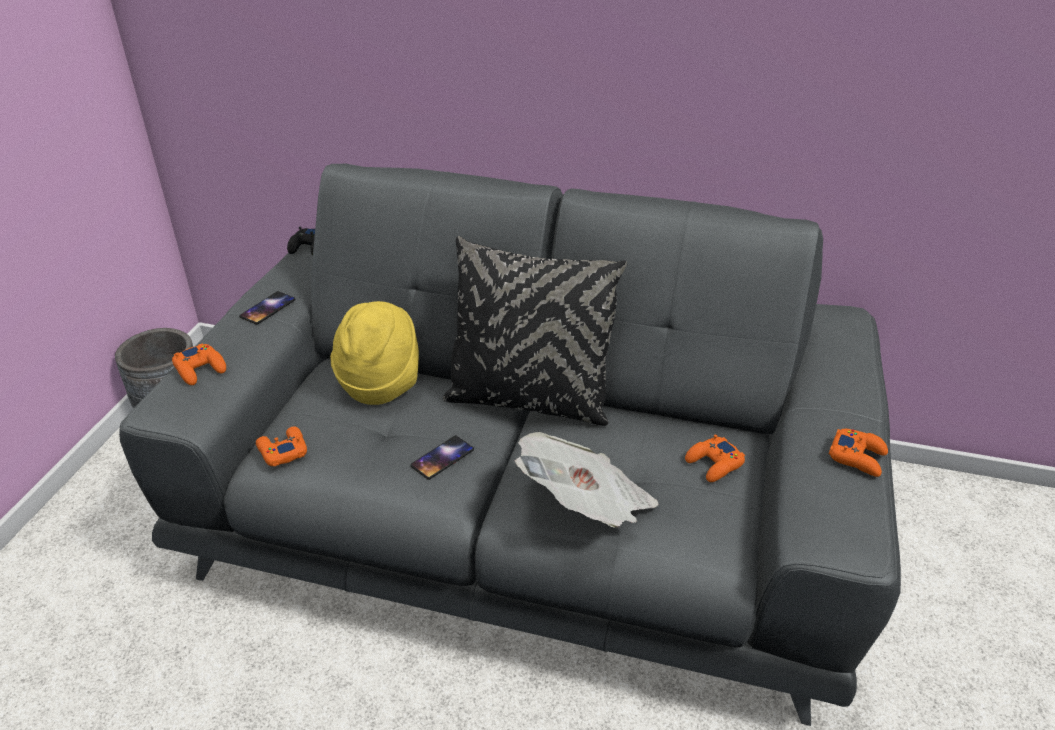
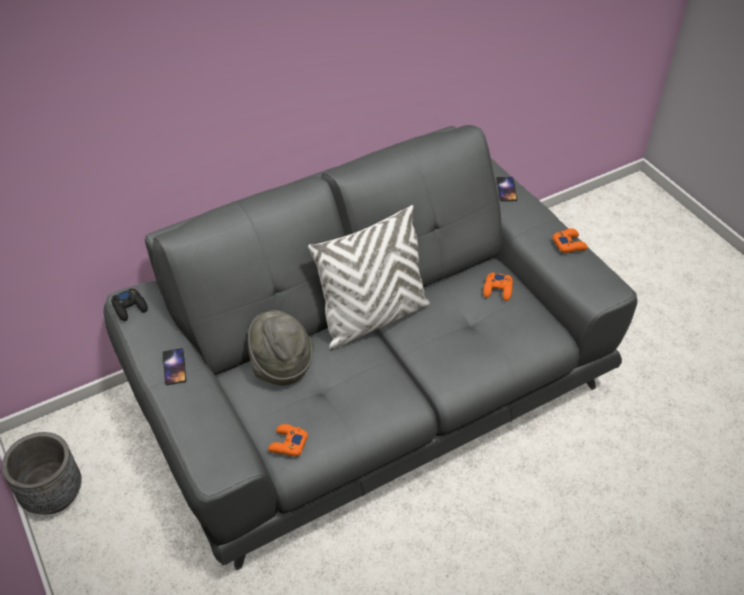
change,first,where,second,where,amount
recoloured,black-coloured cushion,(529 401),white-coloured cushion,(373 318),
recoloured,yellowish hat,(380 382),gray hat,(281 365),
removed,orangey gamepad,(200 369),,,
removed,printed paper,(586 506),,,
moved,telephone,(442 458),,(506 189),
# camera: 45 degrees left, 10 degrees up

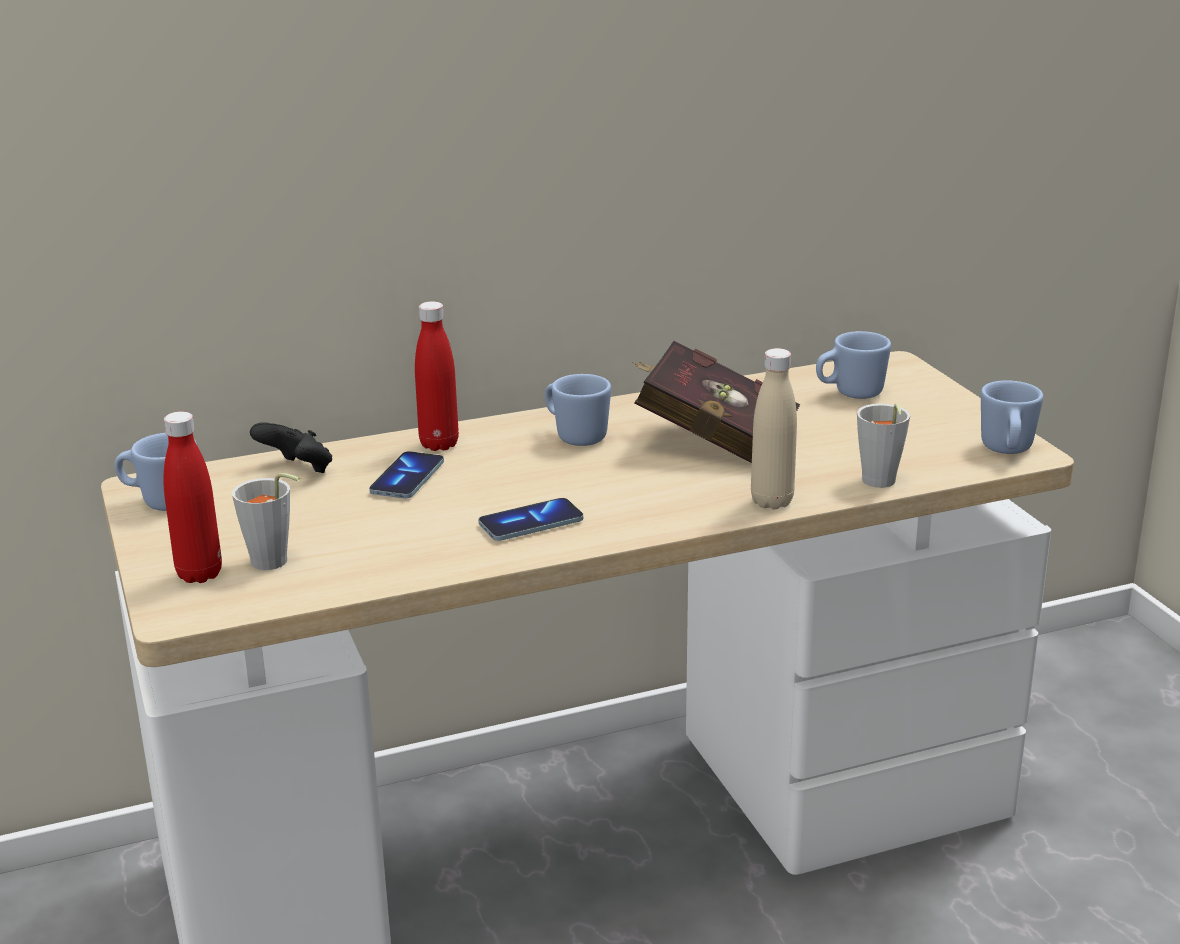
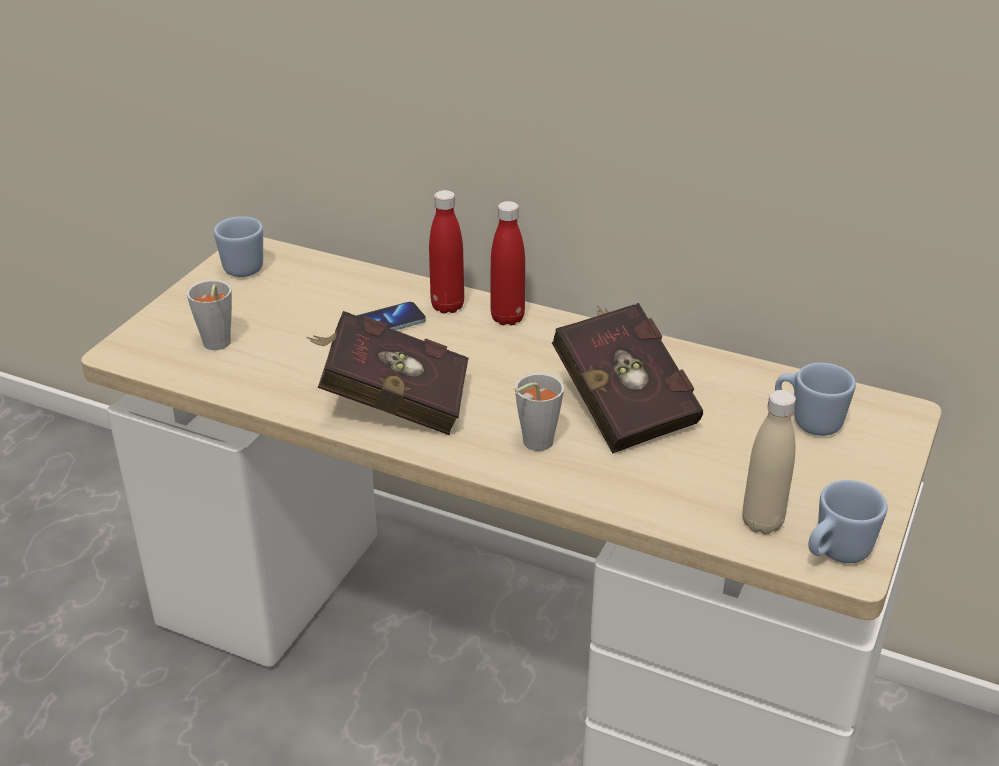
change,first,where,second,where,amount
moved,beige drink bottle,(772 501),,(762 523),
removed,bluish coffee mug,(575 436),,,
moved,gray drinking cup,(879 484),,(532 444),
moved,red drink bottle,(199 574),,(507 318),
removed,black-coloured gamepad,(297 470),,,
replaced,telephone,(531 523),red volume,(390 402),
# camera: 45 degrees right, 10 degrees up

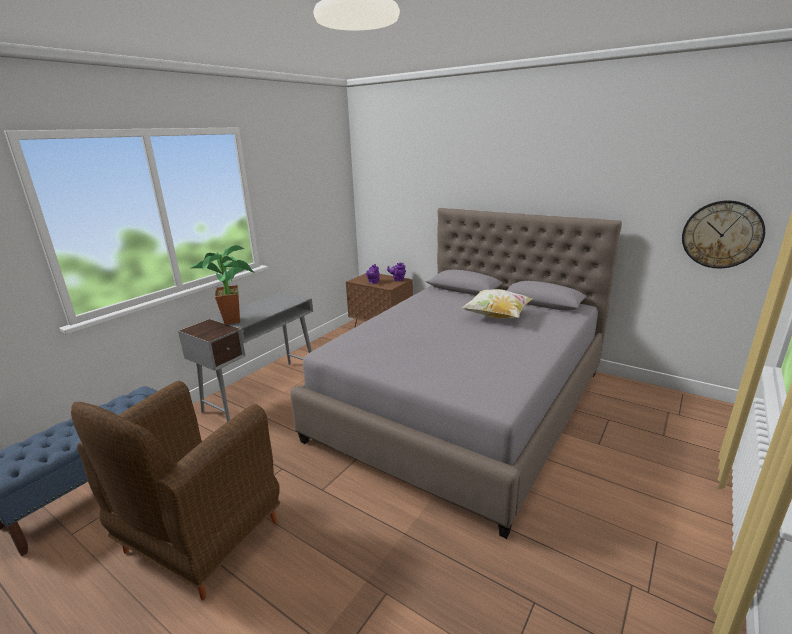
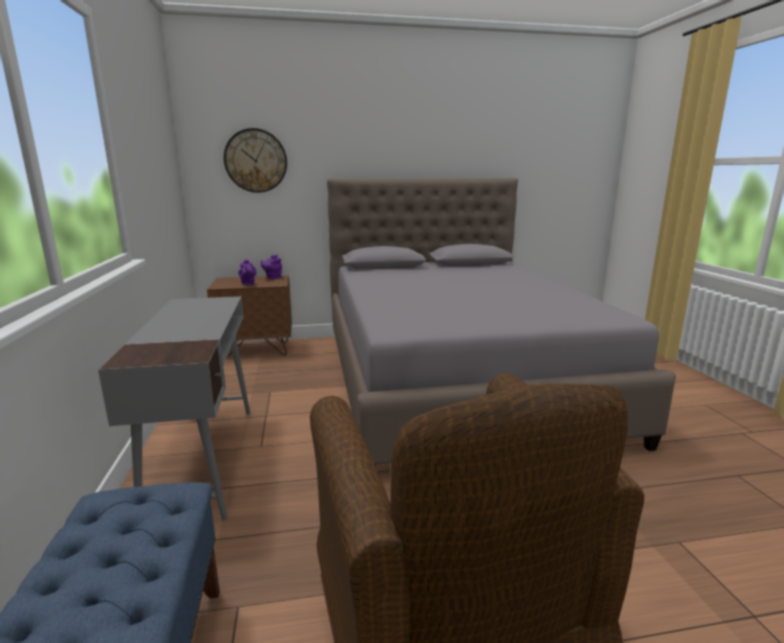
change,first,where,second,where,amount
moved,clock on the wall,(721 234),,(256 161),
removed,houseplant,(234 319),,,
removed,cushion,(497 316),,,
# camera: 45 degrees left, 5 degrees down

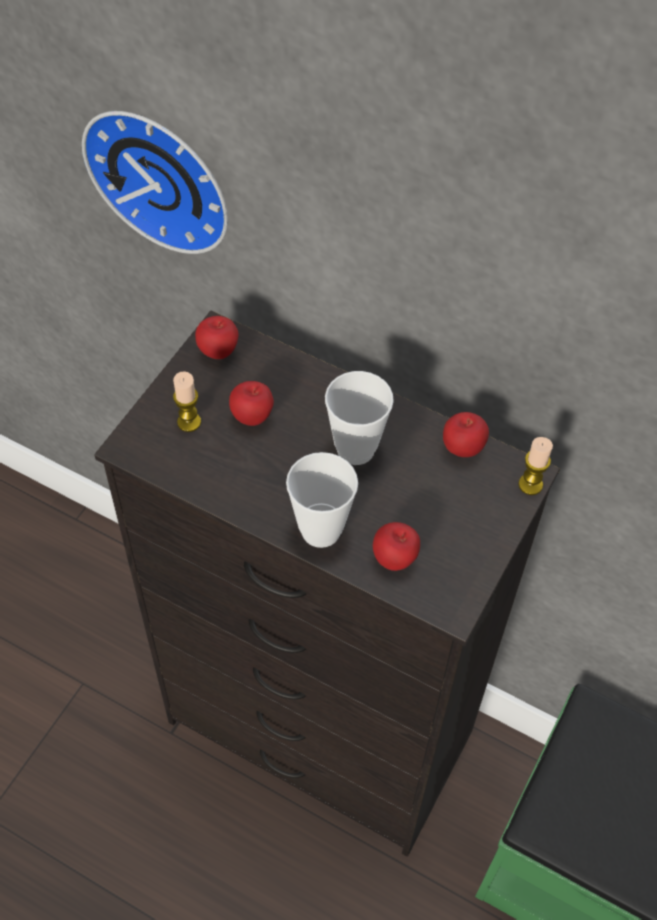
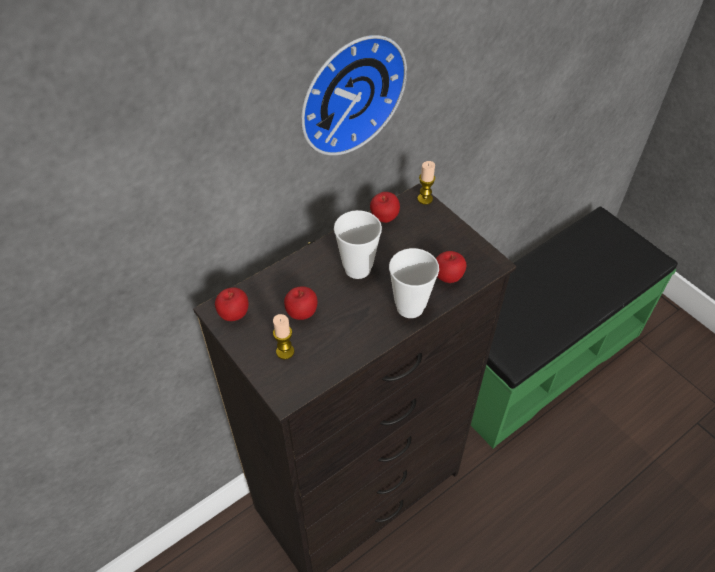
change,first,where,second,where,amount
moved,clock on the wall,(162 176),,(348 92),
# camera: 65 degrees left, 5 degrees down

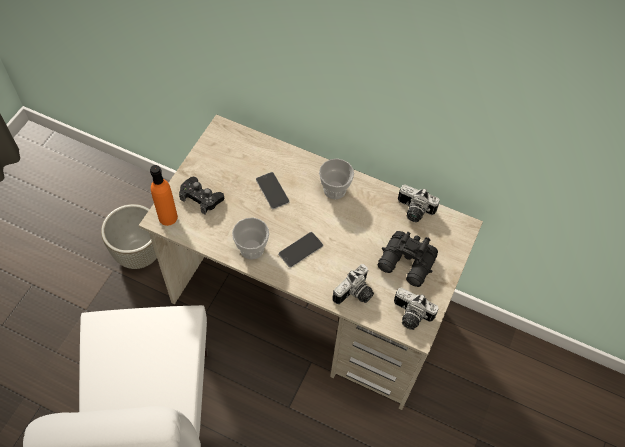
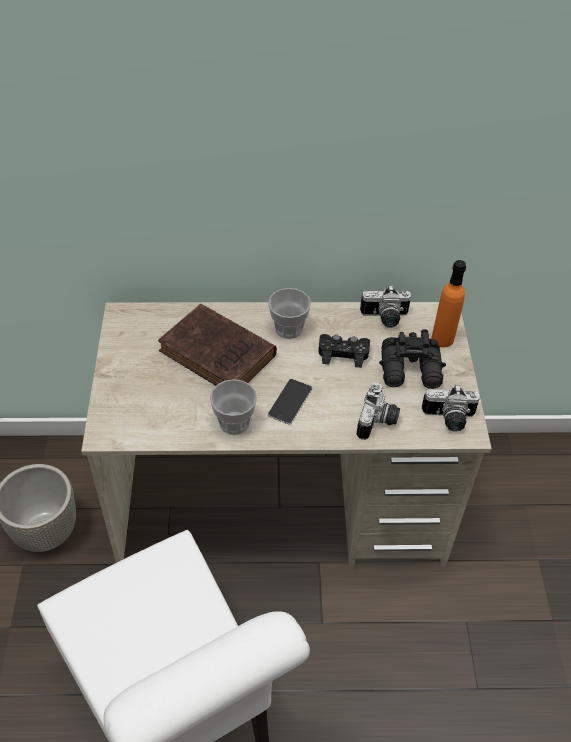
change,first,where,second,where,amount
moved,orangey drink bottle,(168 217),,(442 339),
replaced,telephone,(272 190),brownish volume,(220 355),
moved,black-coloured gamepad,(201 198),,(343 353),
# camera: 25 degrees left, 10 degrees down

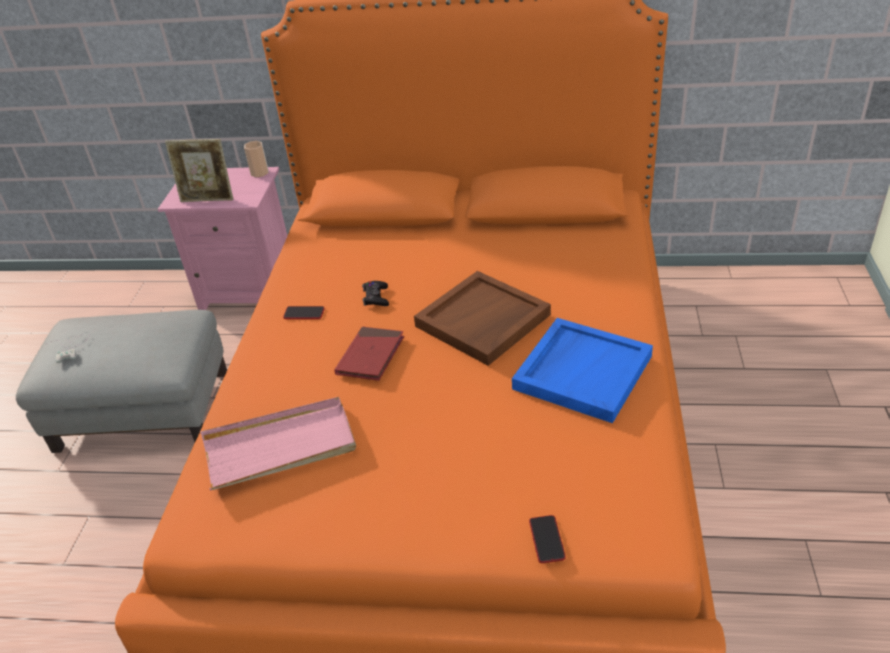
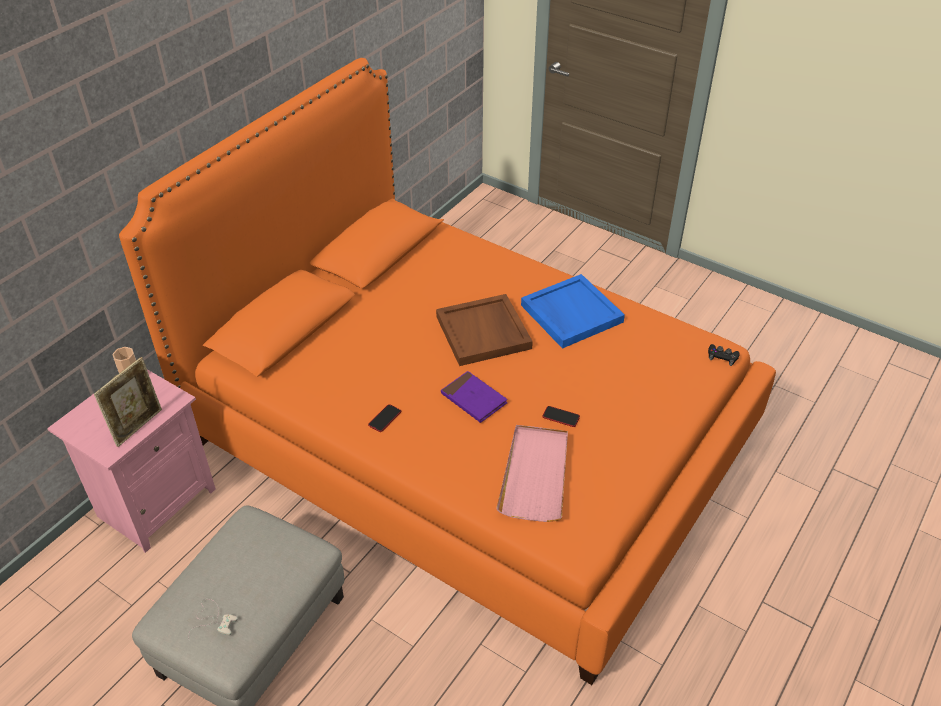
change,first,where,second,where,amount
moved,black-coloured gamepad,(376 297),,(722 357),
recoloured,red volume,(370 356),purplish volume,(473 399),
moved,telephone,(546 539),,(561 417),
# camera: 65 degrees left, 5 degrees up

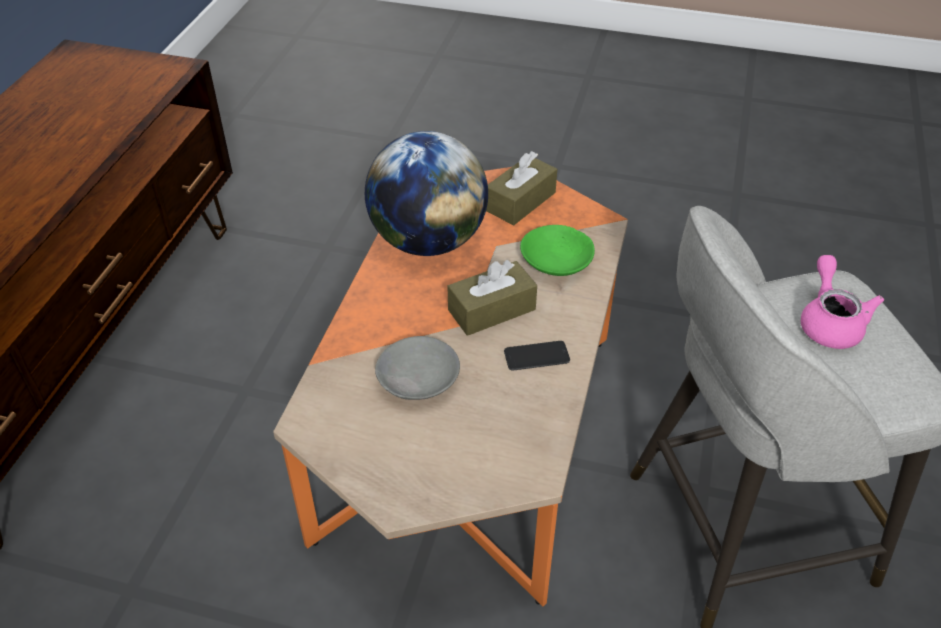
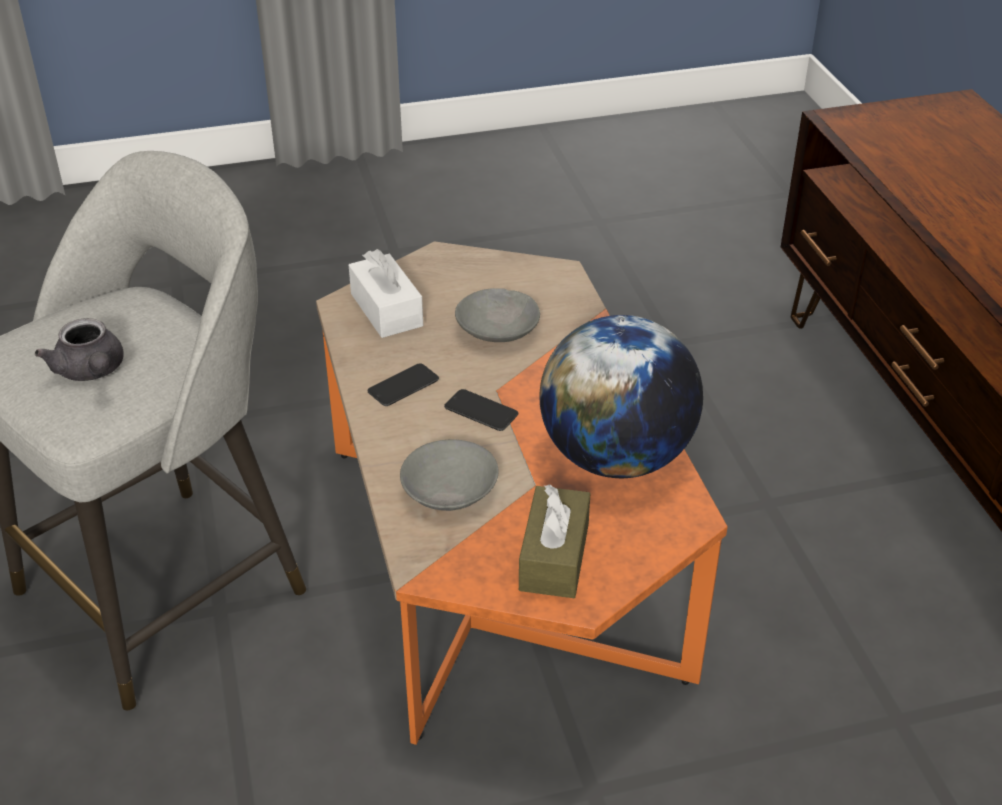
change,first,where,second,where,amount
recoloured,greenish serving bowl,(557 262),gray serving bowl,(448 491),
recoloured,pink-coloured teapot,(829 322),gray teapot,(91 372),
replaced,brownish tissue box,(491 310),telephone,(481 411),
added,,,white-coloured tissue box,(386 310),
# camera: 150 degrees right, 5 degrees down

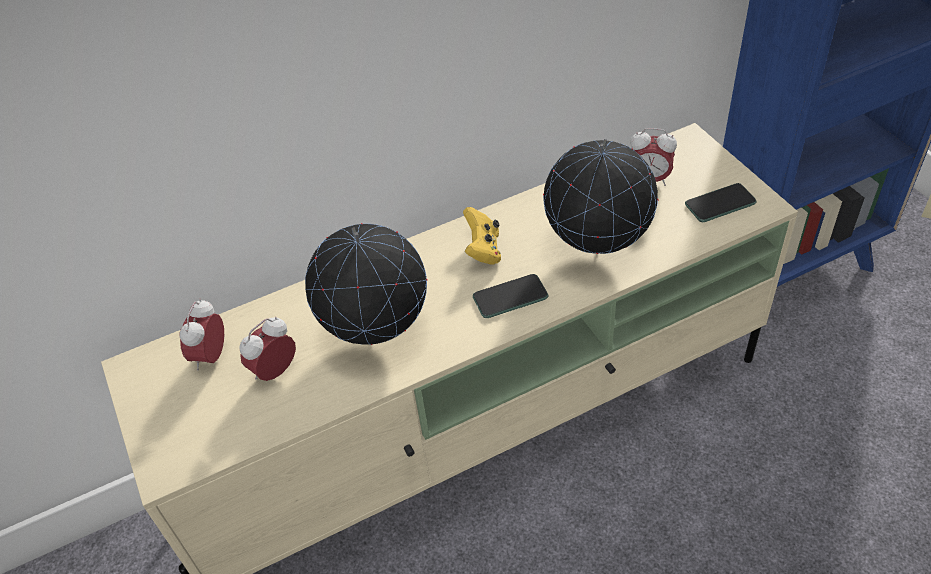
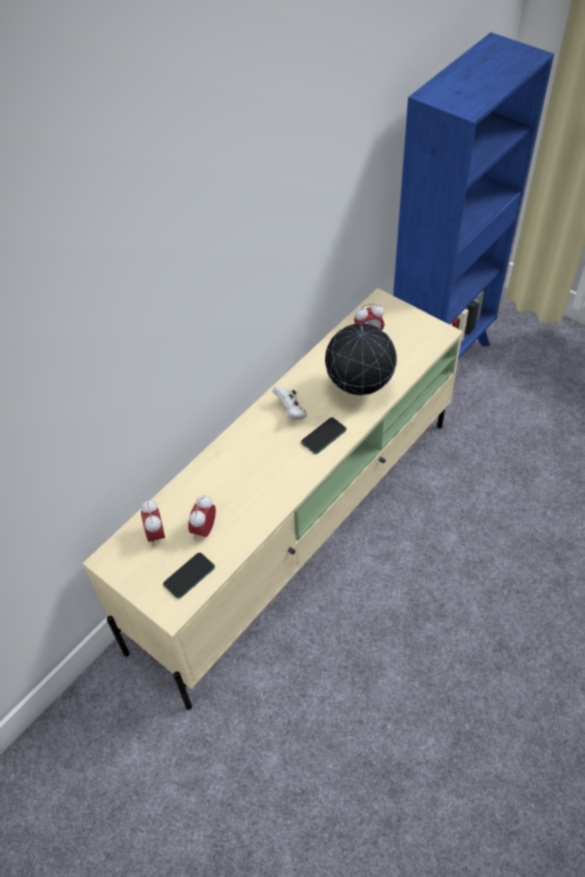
change,first,where,second,where,amount
moved,telephone,(720 204),,(189 576),
recoloured,yellowish gamepad,(483 250),white-coloured gamepad,(291 411),
removed,world globe,(377 333),,,
# camera: 25 degrees left, 5 degrees up

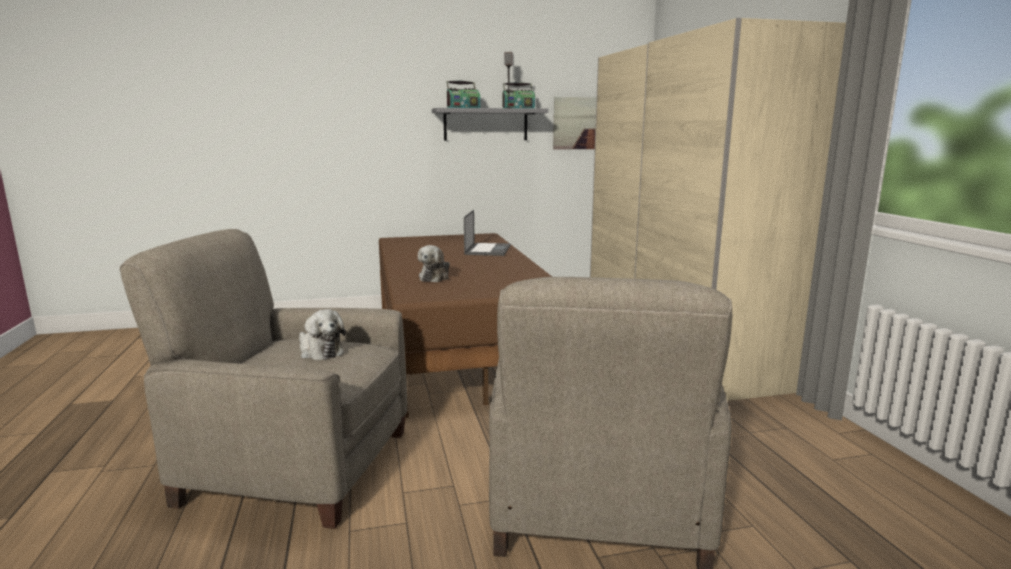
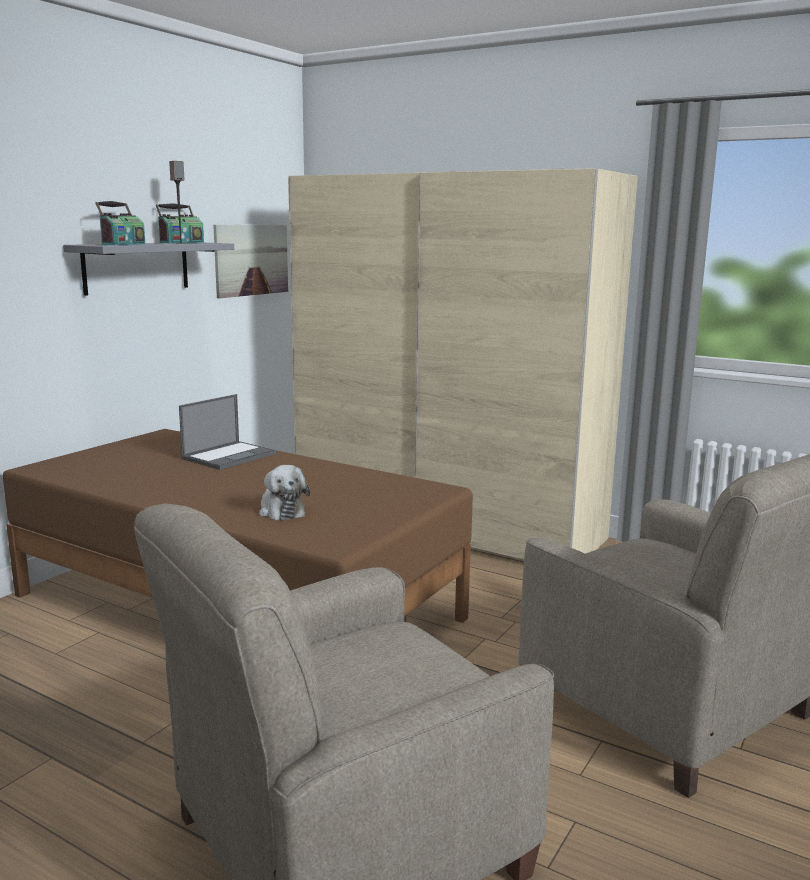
change,first,where,second,where,amount
turned,portable computer,(487 250),,(230 456),75 degrees clockwise
removed,soft toy,(320 351),,,
# camera: 45 degrees left, 0 degrees up

